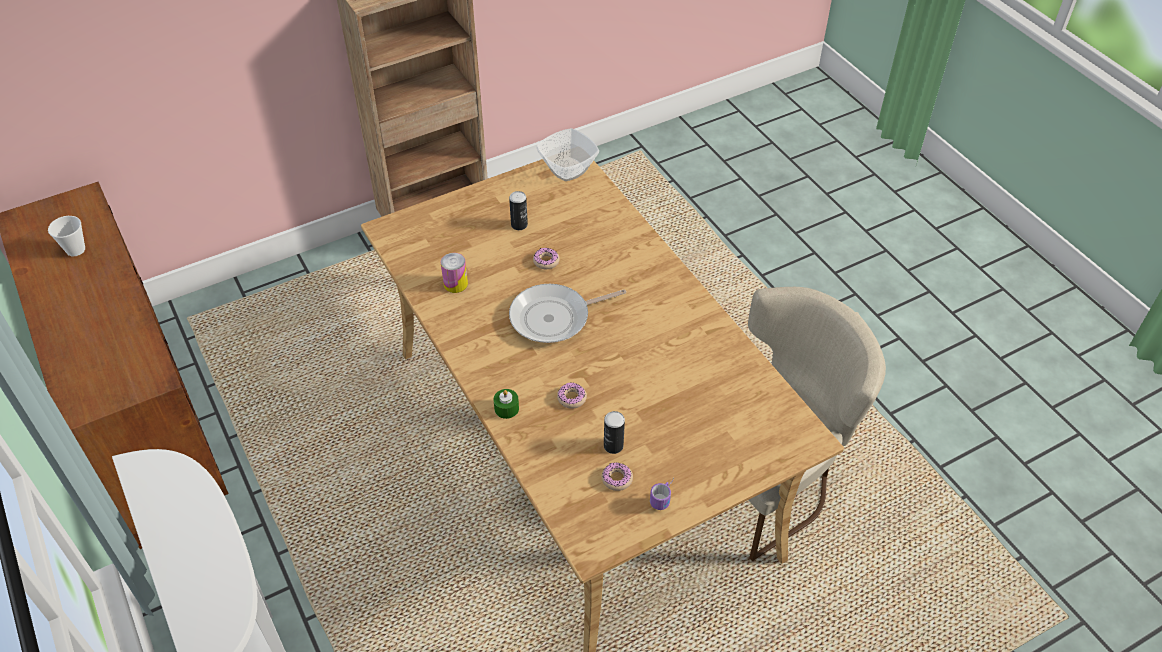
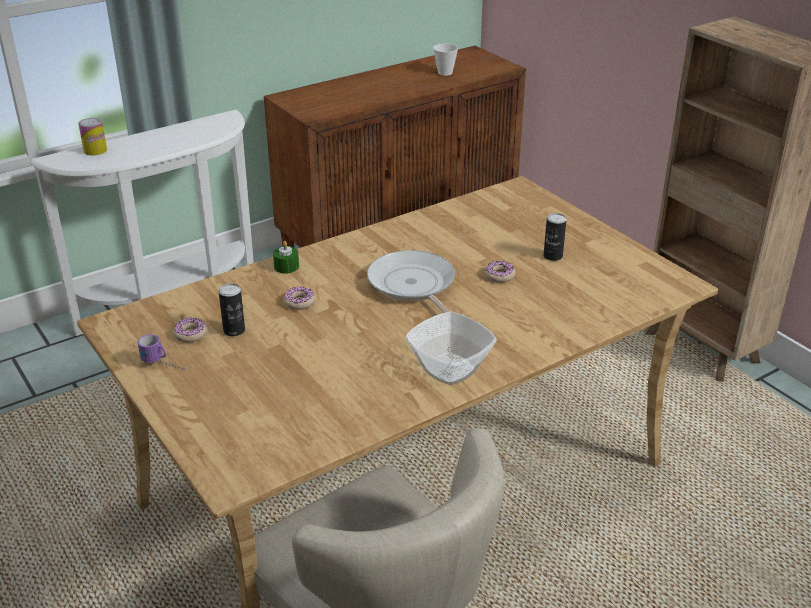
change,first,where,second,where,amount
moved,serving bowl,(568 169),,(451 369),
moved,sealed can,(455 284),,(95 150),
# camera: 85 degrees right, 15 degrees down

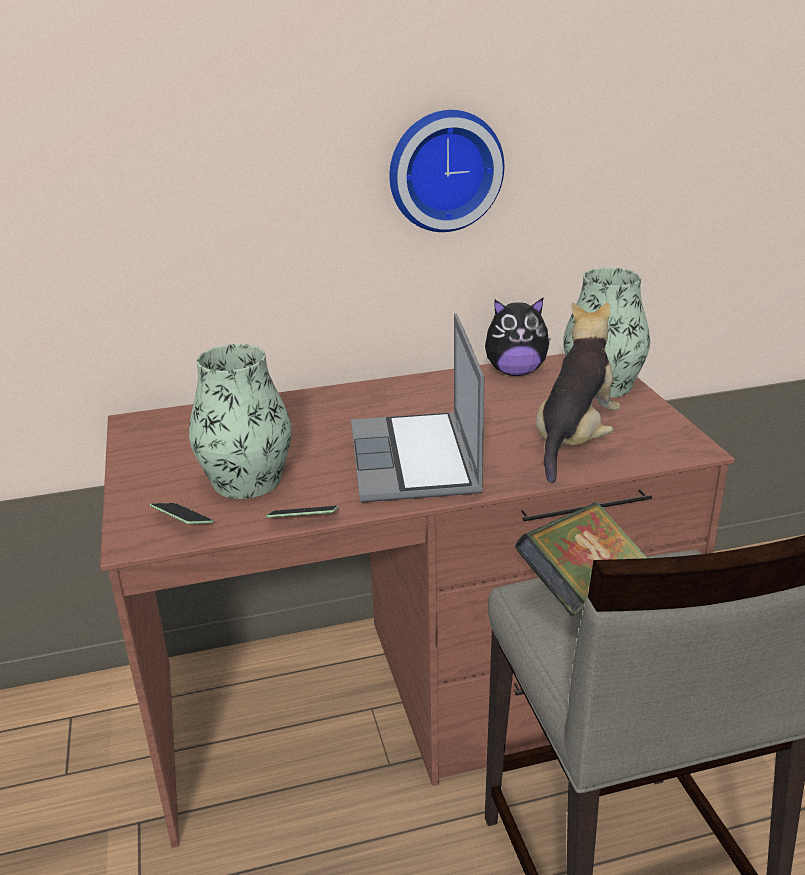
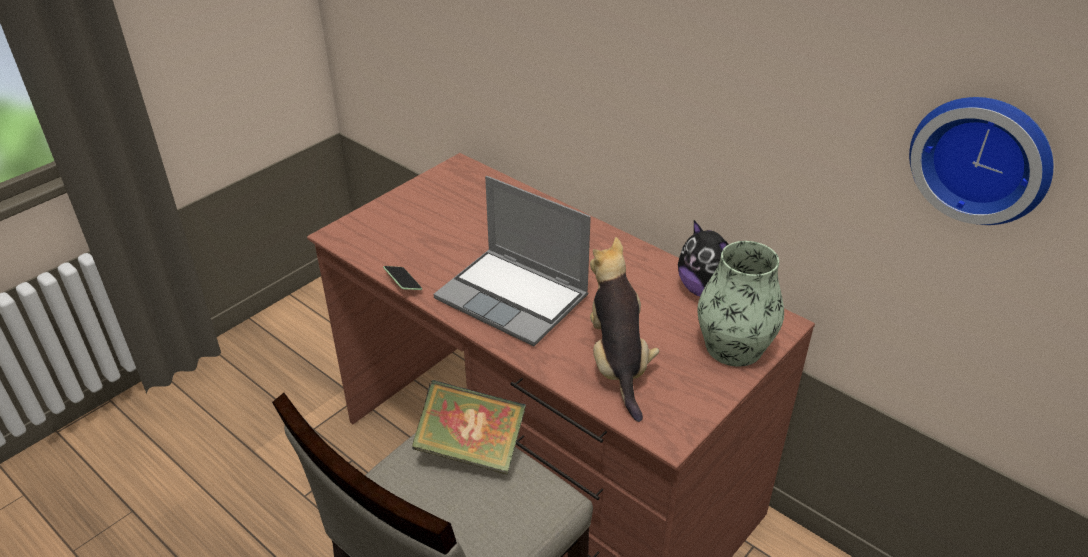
change,first,where,second,where,amount
moved,clock on the wall,(444 170),,(982 157),
turned,soft toy,(574 440),,(617 363),90 degrees counterclockwise
turned,portable computer,(416 461),,(514 298),105 degrees counterclockwise
removed,decorative vase,(247 480),,,
removed,telephone,(182 521),,,
# camera: 55 degrees right, 10 degrees up

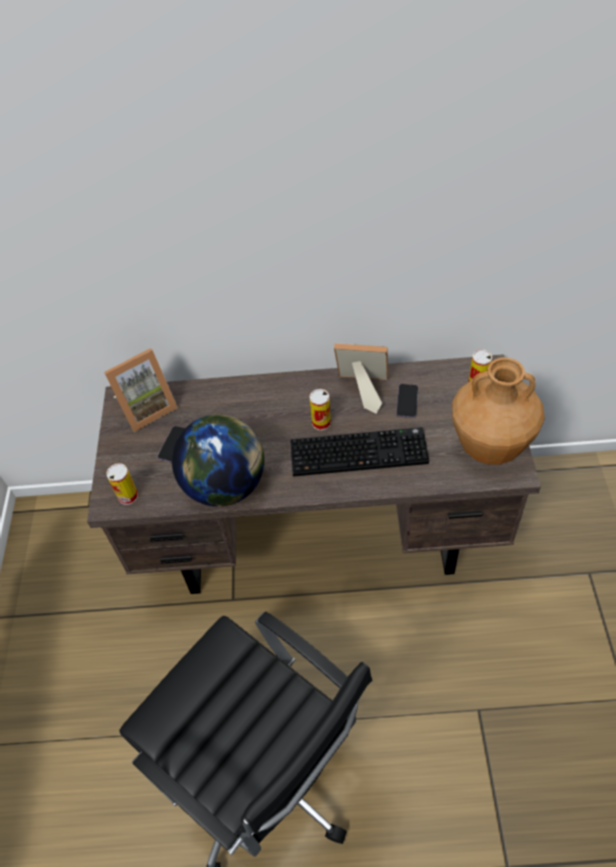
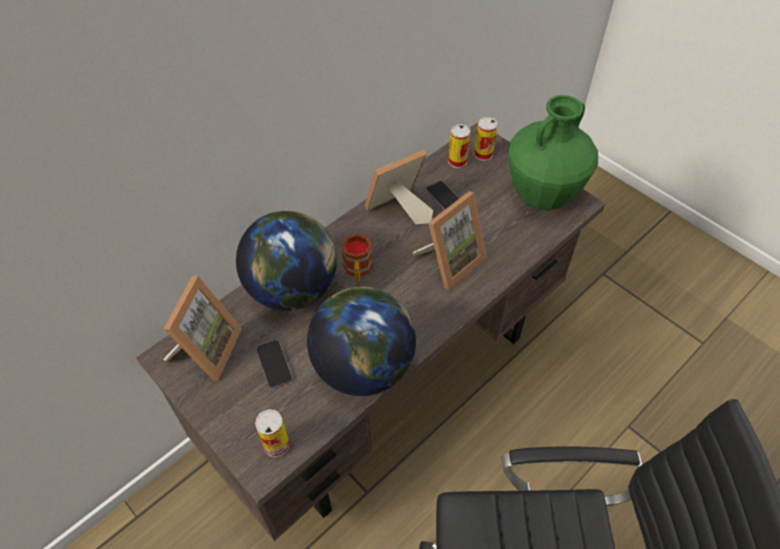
change,first,where,second,where,amount
recoloured,brownish decorative vase,(490 447),greenish decorative vase,(542 196),
moved,sealed can,(321 422),,(457 161),
replaced,keyboard,(359 451),photo frame,(449 261),
added,,,world globe,(293 289),
added,,,coffee mug,(357 271),
# camera: 45 degrees left, 0 degrees up

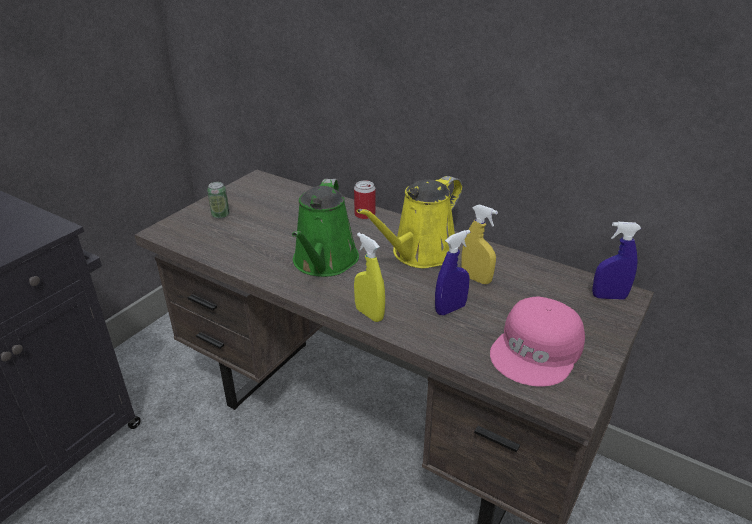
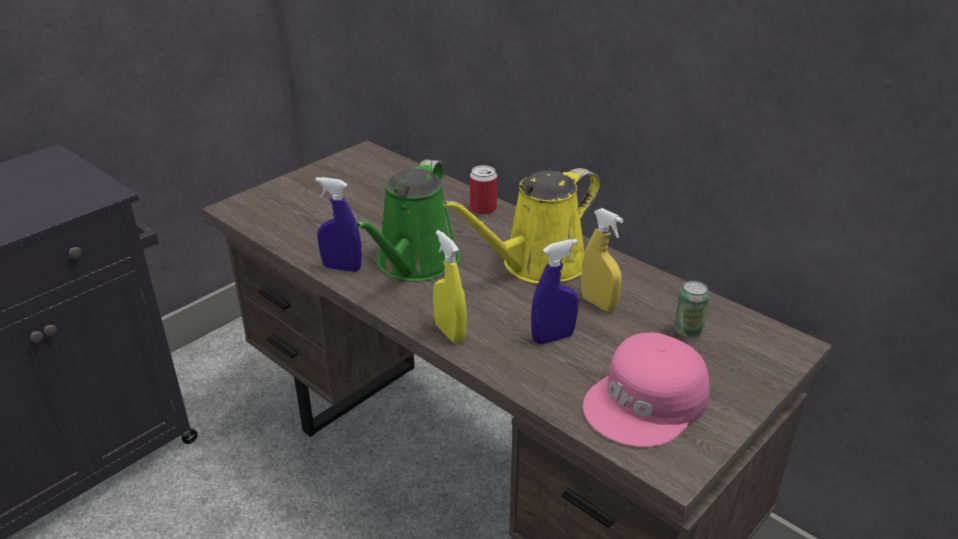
change,first,where,second,where,amount
moved,sealed can,(220 215),,(688 331),
moved,bluish spray bottle,(609 297),,(342 268),
# camera: 10 degrees right, 0 degrees up

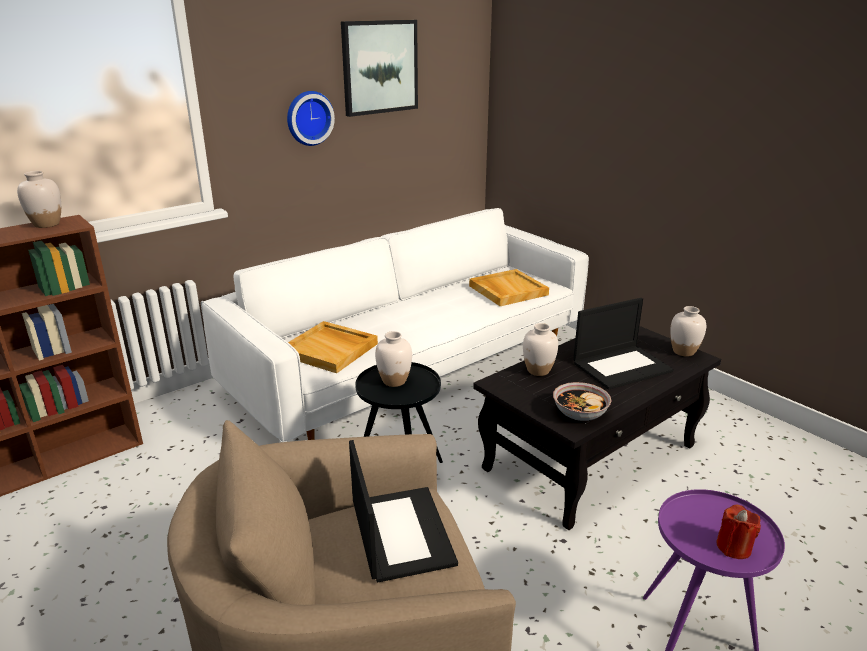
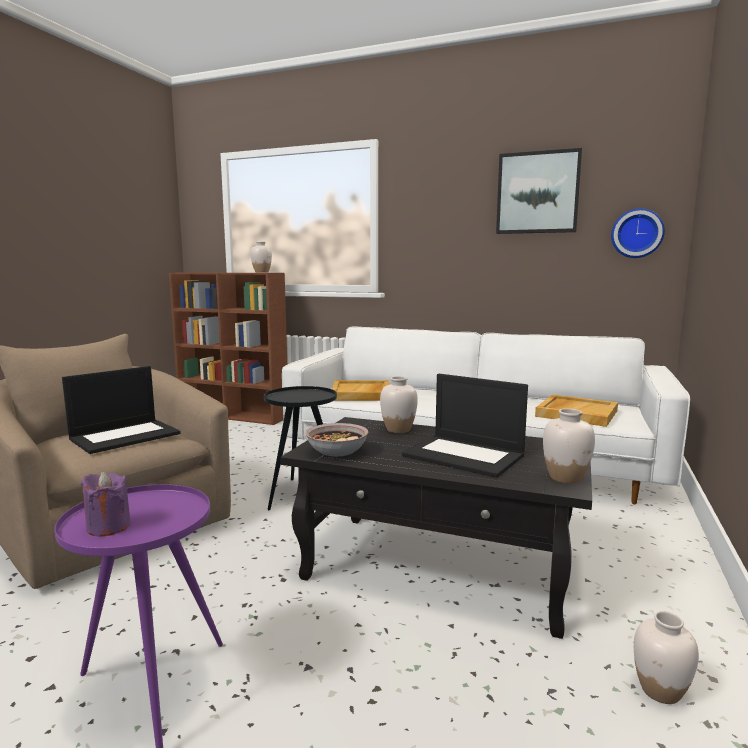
change,first,where,second,where,amount
moved,clock on the wall,(308 118),,(636 233),
moved,white-coloured decorative vase,(394 381),,(660 691),
recoloured,red candle,(733 547),purplish candle,(108 527),
# camera: 60 degrees right, 15 degrees down

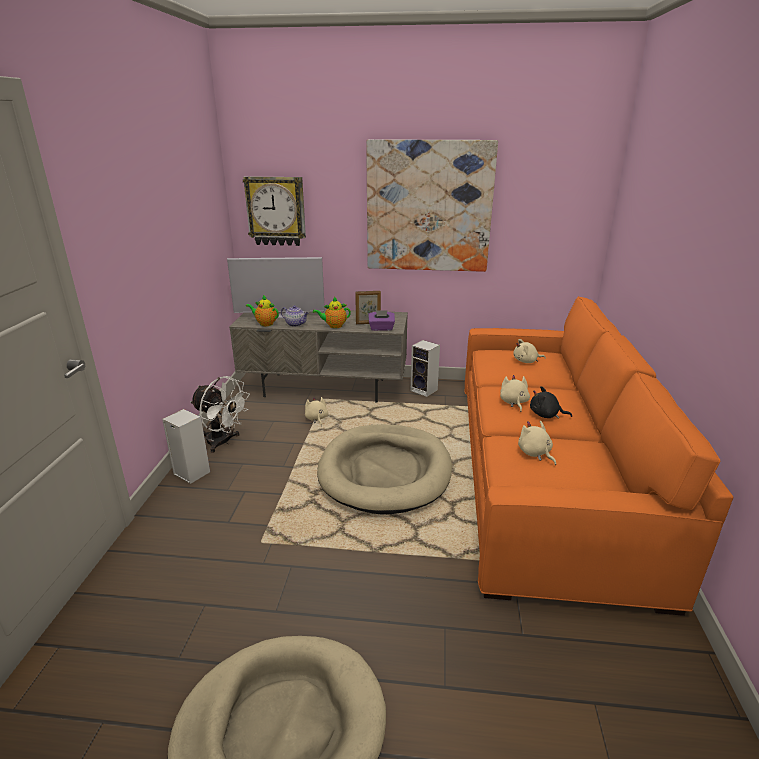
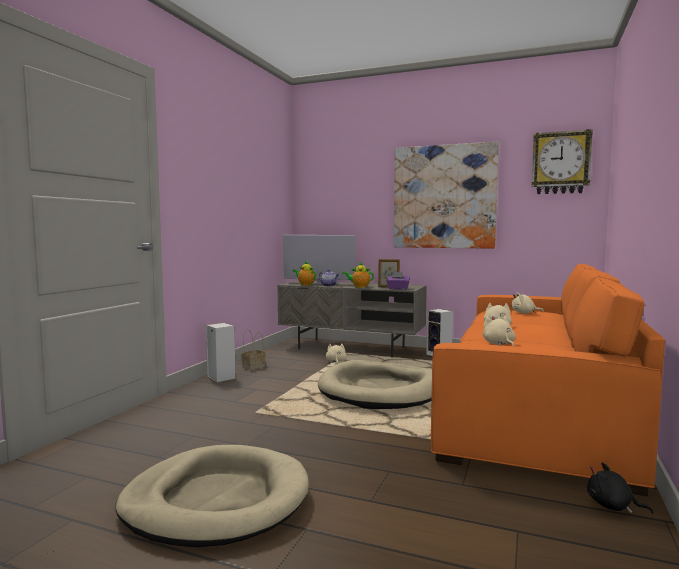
change,first,where,second,where,amount
moved,clock on the wall,(276 211),,(560 163),
replaced,white-coloured cooling fan,(223 442),basket,(253 366),
moved,black-coloured soft toy,(546 415),,(612 506),
# camera: 15 degrees right, 20 degrees down

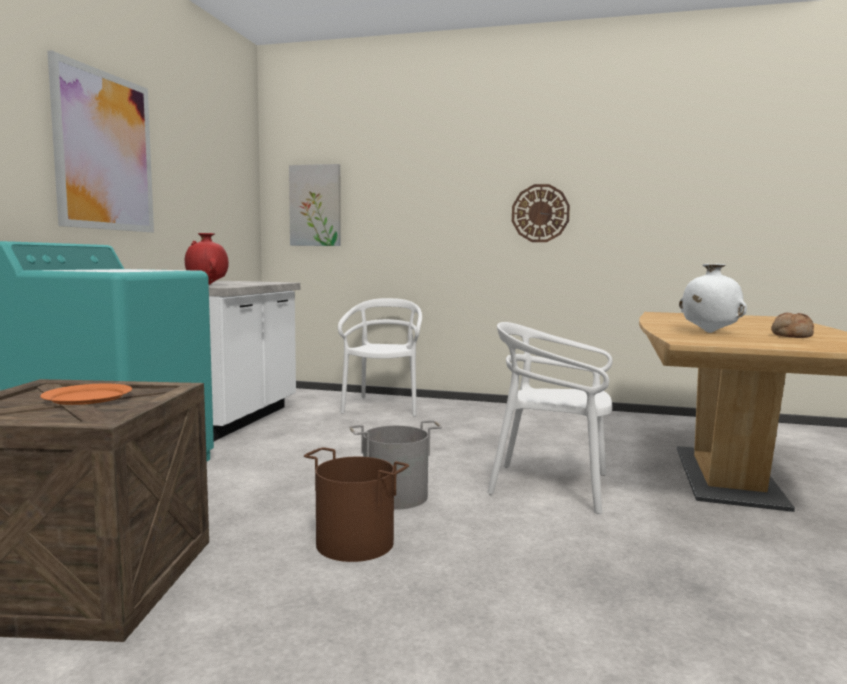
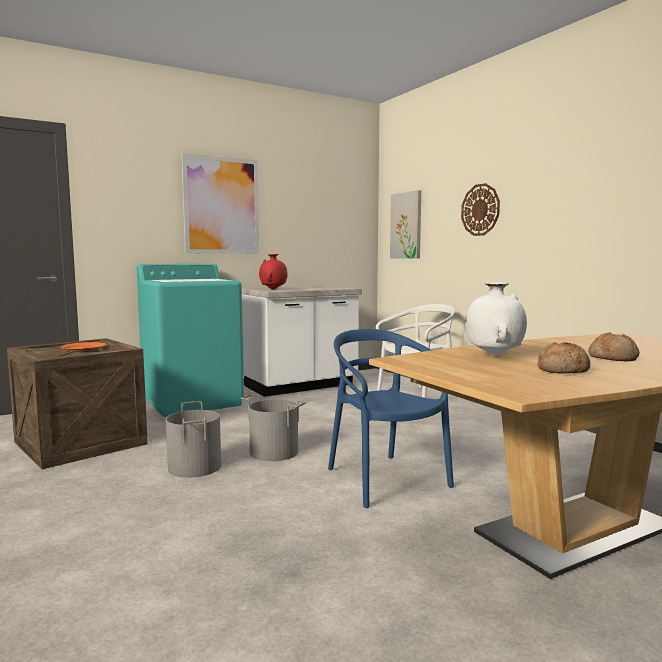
change,first,where,second,where,amount
moved,clock on the wall,(540 213),,(480 210),
recoloured,white-coloured chair,(551 486),bluish chair,(385 480),
recoloured,brownish water bucket,(354 543),gray water bucket,(194 467),
added,,,bakery bread,(613 358),
# camera: 45 degrees right, 0 degrees up

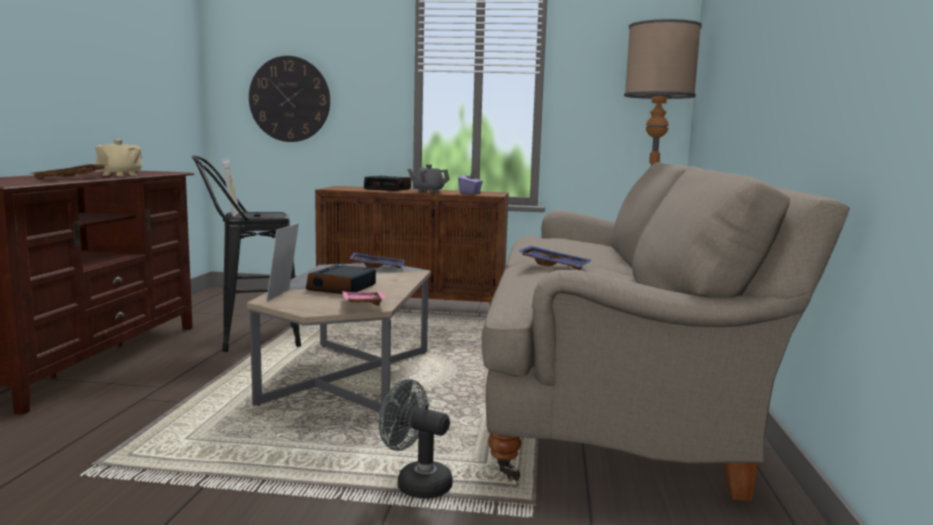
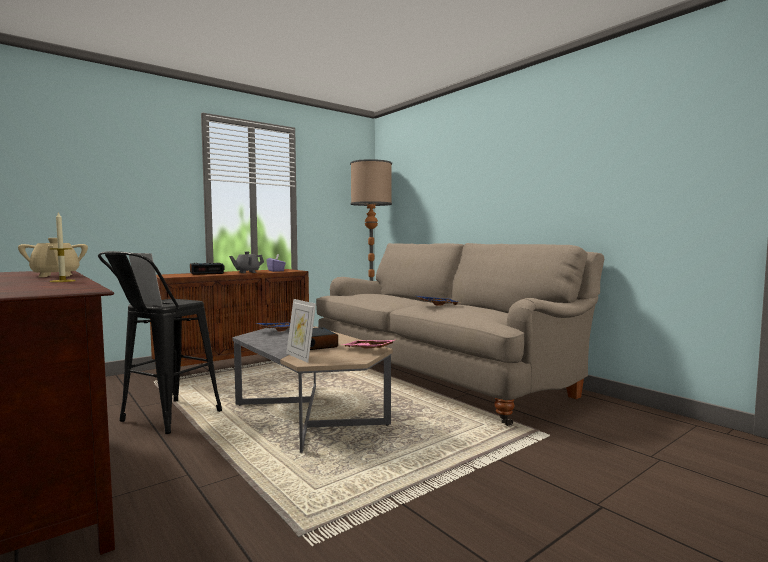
change,first,where,second,where,amount
removed,clock on the wall,(289 99),,,
replaced,brownish carrying tray,(71 179),candle,(62 281),
removed,gray cooling fan,(416 483),,,
# camera: 45 degrees left, 5 degrees down

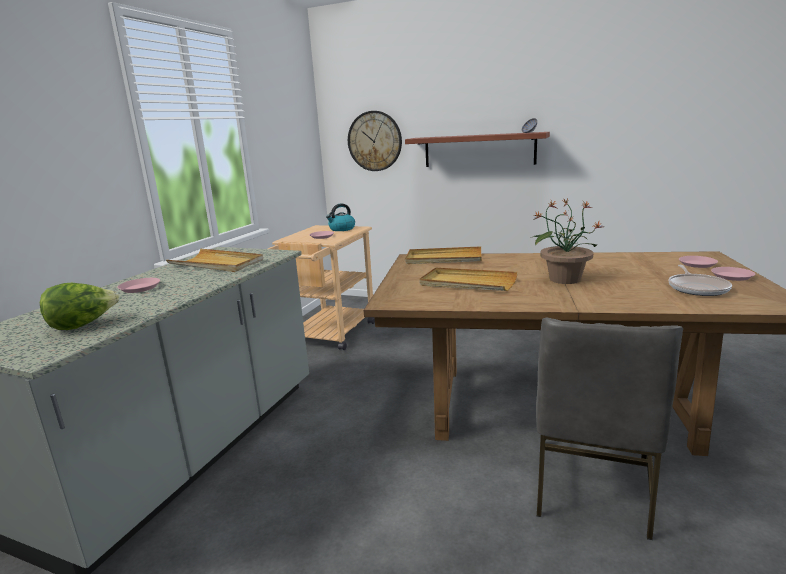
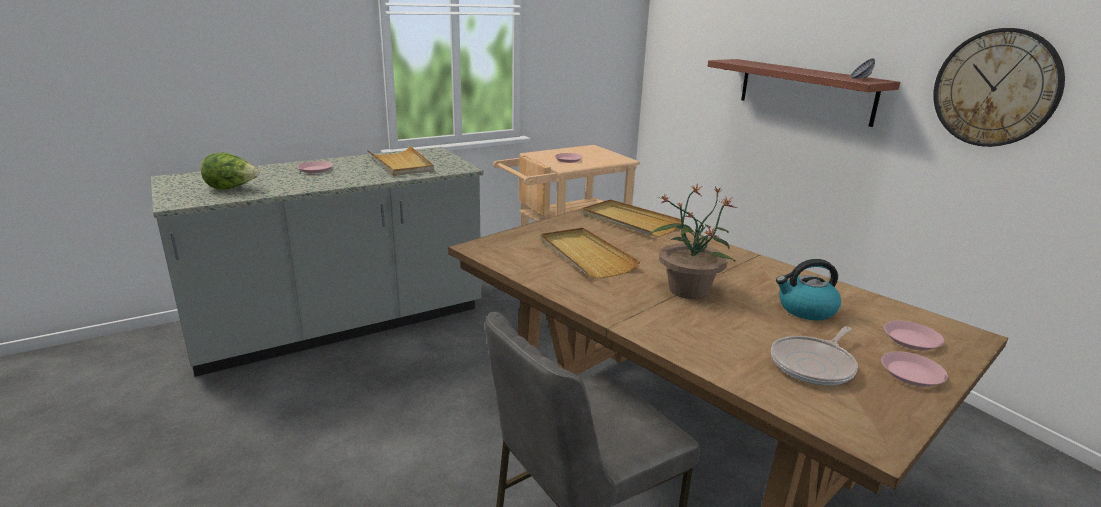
change,first,where,second,where,amount
moved,clock on the wall,(374 141),,(995 88),
moved,kettle,(341 229),,(805 310),
# camera: 35 degrees right, 5 degrees up

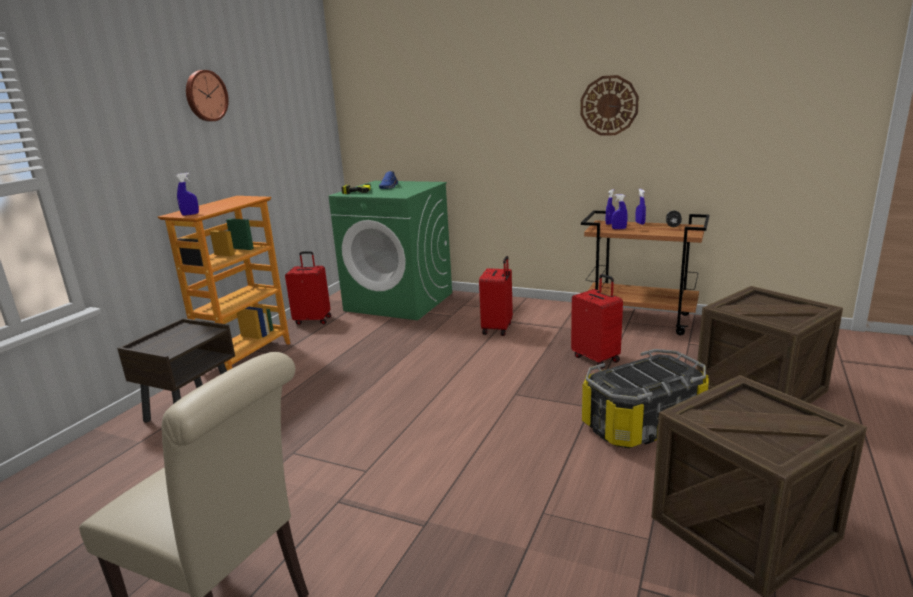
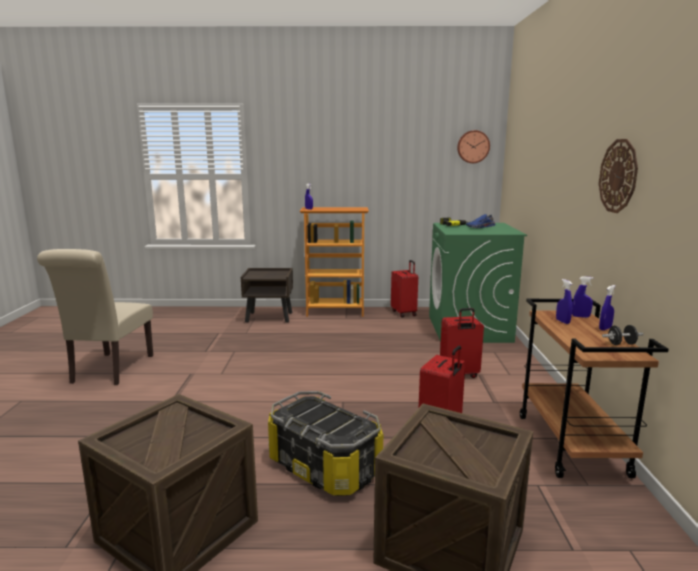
change,first,where,second,where,amount
moved,clock on the wall,(205 96),,(473 146),
# camera: 65 degrees right, 5 degrees down

